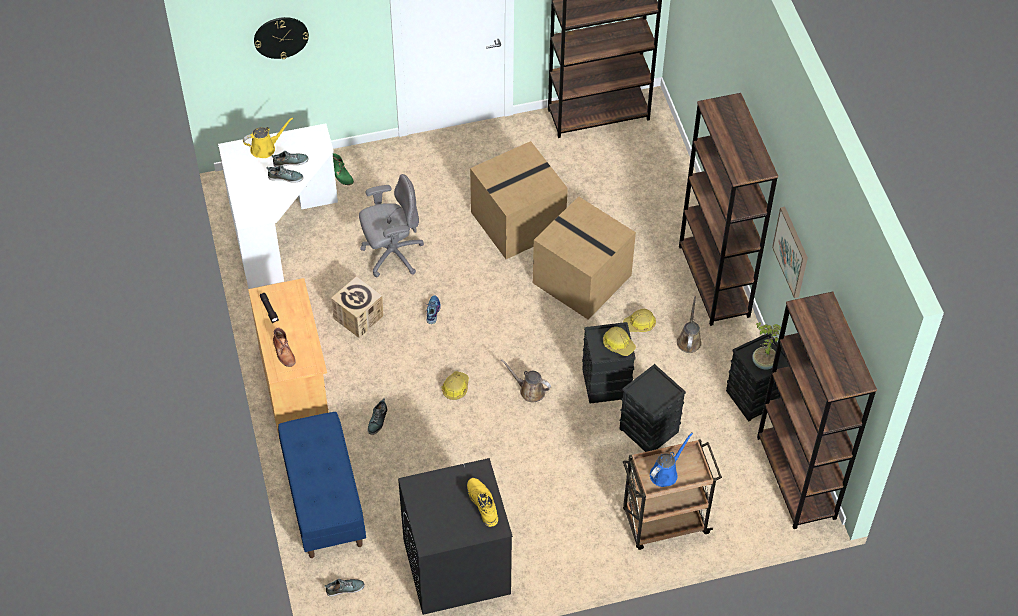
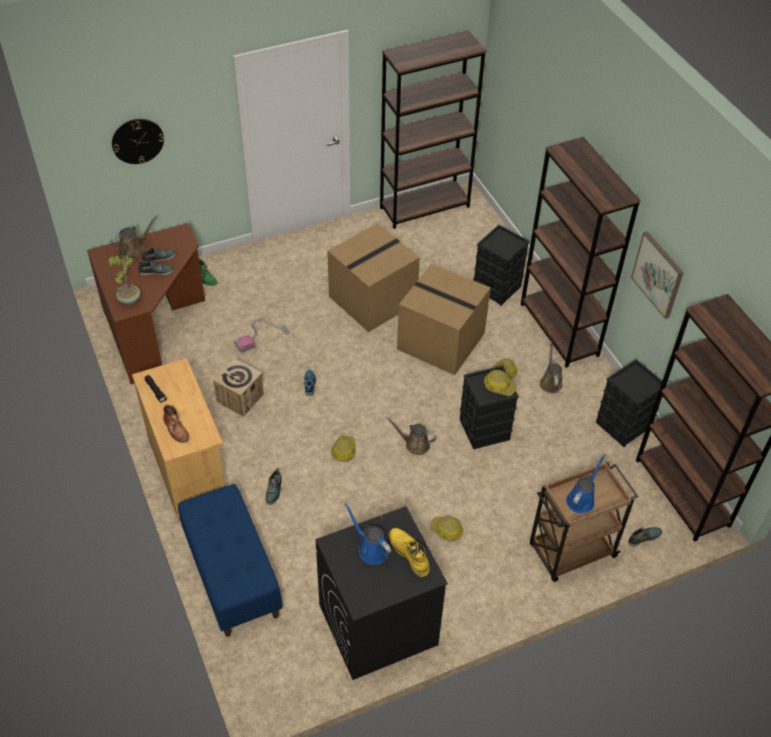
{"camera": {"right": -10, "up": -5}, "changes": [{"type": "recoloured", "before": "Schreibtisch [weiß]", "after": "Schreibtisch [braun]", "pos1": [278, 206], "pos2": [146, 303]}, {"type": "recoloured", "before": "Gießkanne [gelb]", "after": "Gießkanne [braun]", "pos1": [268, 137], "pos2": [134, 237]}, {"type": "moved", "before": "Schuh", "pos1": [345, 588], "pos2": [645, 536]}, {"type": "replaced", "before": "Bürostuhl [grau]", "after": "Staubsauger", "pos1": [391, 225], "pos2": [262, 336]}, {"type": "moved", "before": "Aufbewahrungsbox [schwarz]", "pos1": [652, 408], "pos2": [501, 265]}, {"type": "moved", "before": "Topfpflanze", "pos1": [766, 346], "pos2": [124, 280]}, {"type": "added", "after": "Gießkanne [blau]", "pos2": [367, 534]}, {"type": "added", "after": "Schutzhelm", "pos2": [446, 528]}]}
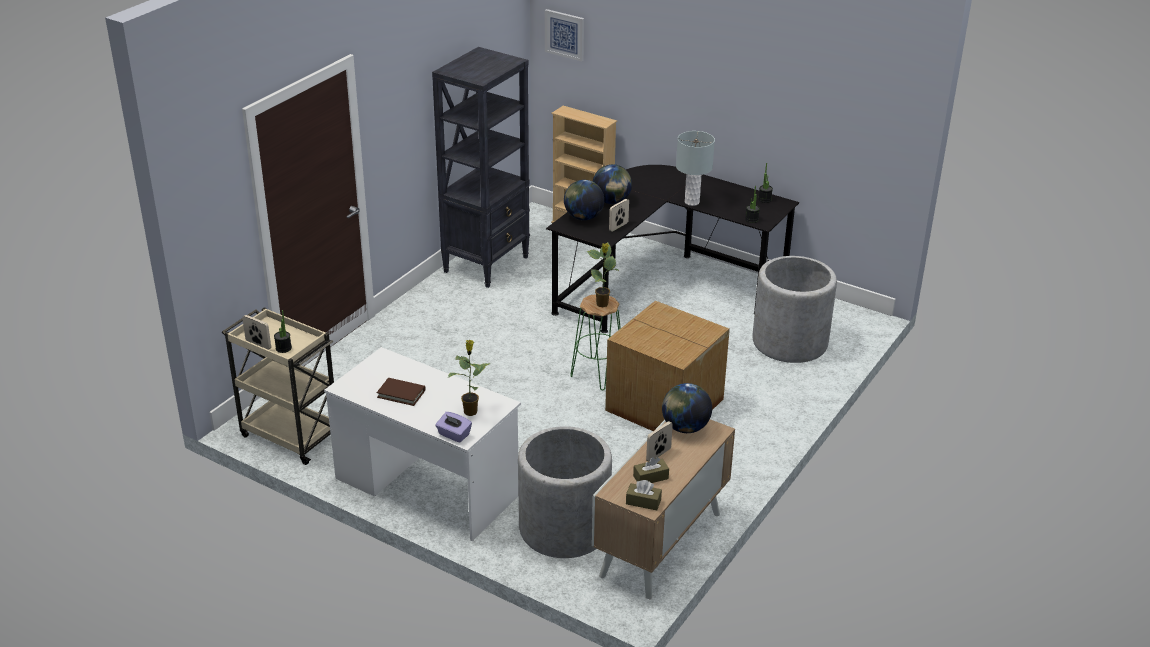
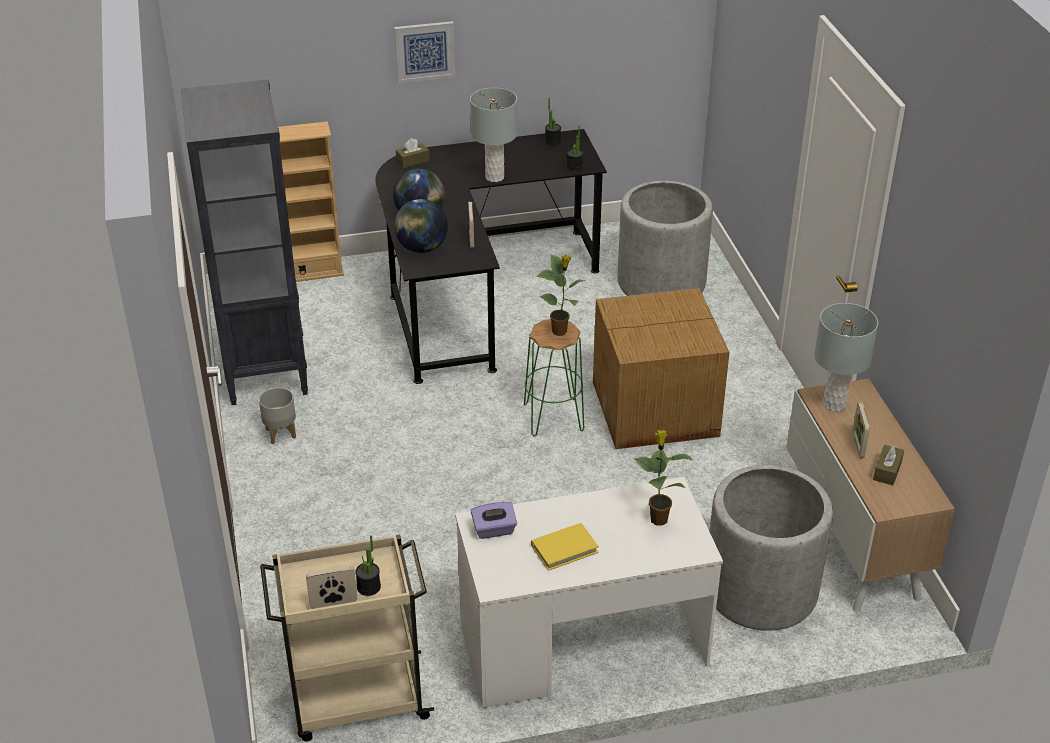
{"camera": {"right": -45, "up": 5}, "changes": [{"type": "recoloured", "before": "Buch [braun]", "after": "Buch [gelb]", "pos1": [401, 392], "pos2": [565, 547]}, {"type": "moved", "before": "Taschentuchbox [lila]", "pos1": [453, 427], "pos2": [494, 520]}, {"type": "moved", "before": "Bild", "pos1": [564, 35], "pos2": [424, 52]}, {"type": "moved", "before": "Taschentuchbox [braun]", "pos1": [644, 495], "pos2": [413, 153]}, {"type": "replaced", "before": "Globus", "after": "Tischlampe [grau]", "pos1": [687, 408], "pos2": [846, 357]}, {"type": "added", "after": "Pflanzkübel [grau]", "pos2": [277, 415]}]}
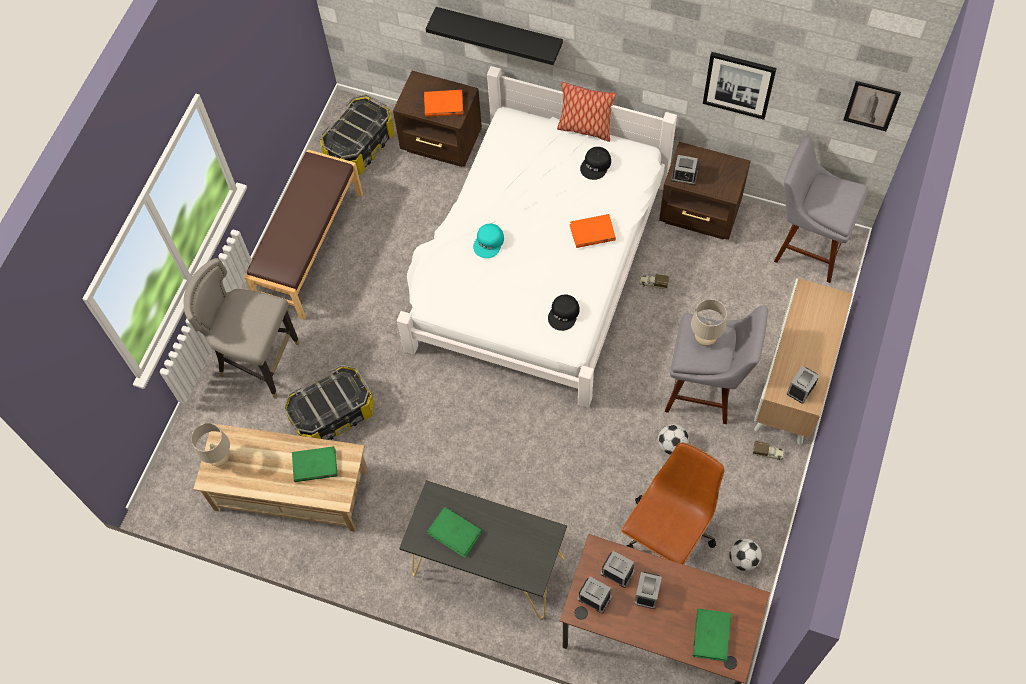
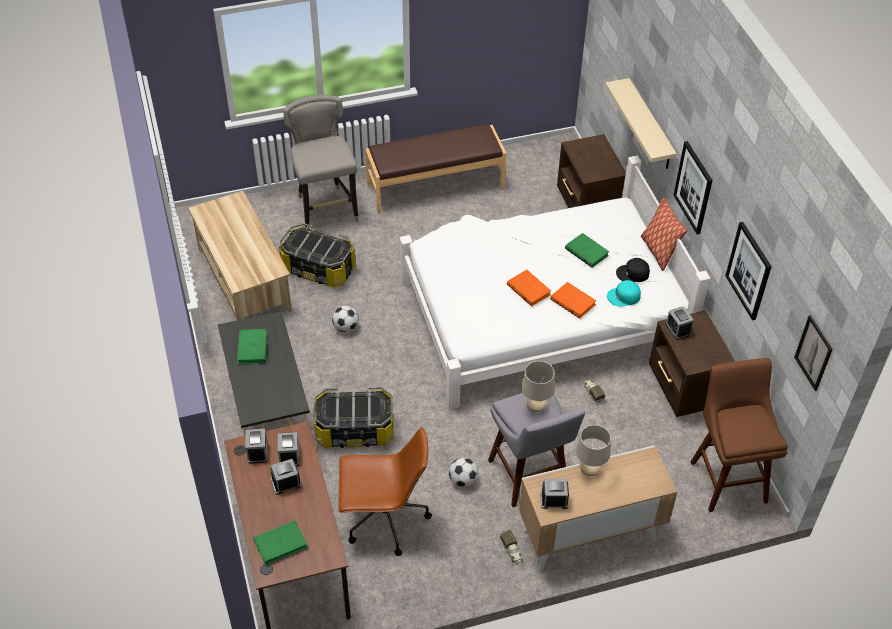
{"camera": {"right": 50, "up": -15}, "changes": [{"type": "moved", "before": "Tischlampe [beige]", "pos1": [210, 444], "pos2": [593, 450]}, {"type": "moved", "before": "Buch [grün]", "pos1": [315, 464], "pos2": [587, 250]}, {"type": "moved", "before": "Aufbewahrungsbox", "pos1": [357, 134], "pos2": [353, 417]}, {"type": "moved", "before": "Buch [orange]", "pos1": [443, 103], "pos2": [529, 288]}, {"type": "recoloured", "before": "Wandregal [schwarz]", "after": "Wandregal [beige]", "pos1": [494, 36], "pos2": [640, 123]}, {"type": "moved", "before": "Kappe [türkis]", "pos1": [488, 241], "pos2": [624, 293]}, {"type": "removed", "before": "Kappe [schwarz]", "pos1": [564, 312]}, {"type": "moved", "before": "Fußball", "pos1": [745, 555], "pos2": [345, 319]}, {"type": "recoloured", "before": "Hocker [grau]", "after": "Hocker [braun]", "pos1": [821, 209], "pos2": [739, 435]}, {"type": "added", "after": "Bild", "pos2": [693, 187]}]}
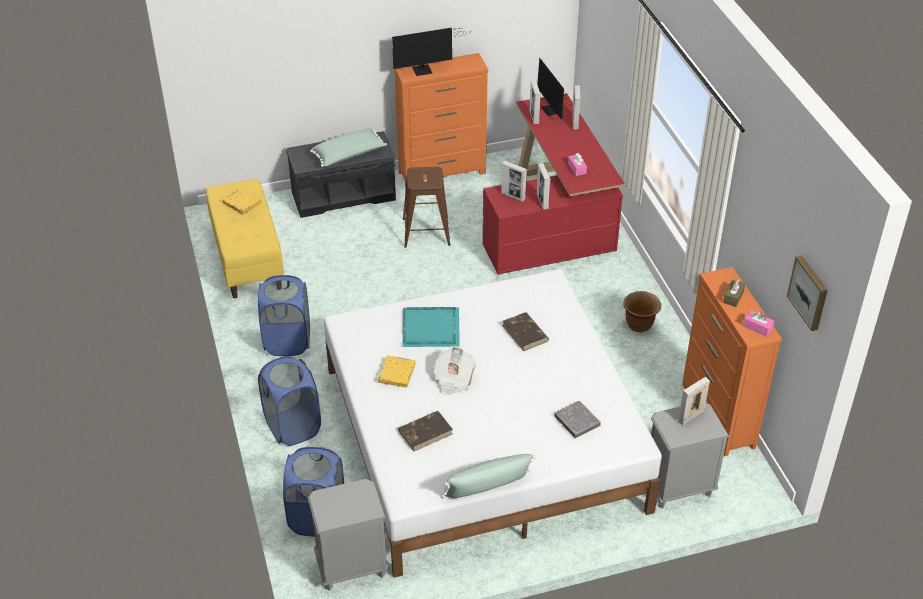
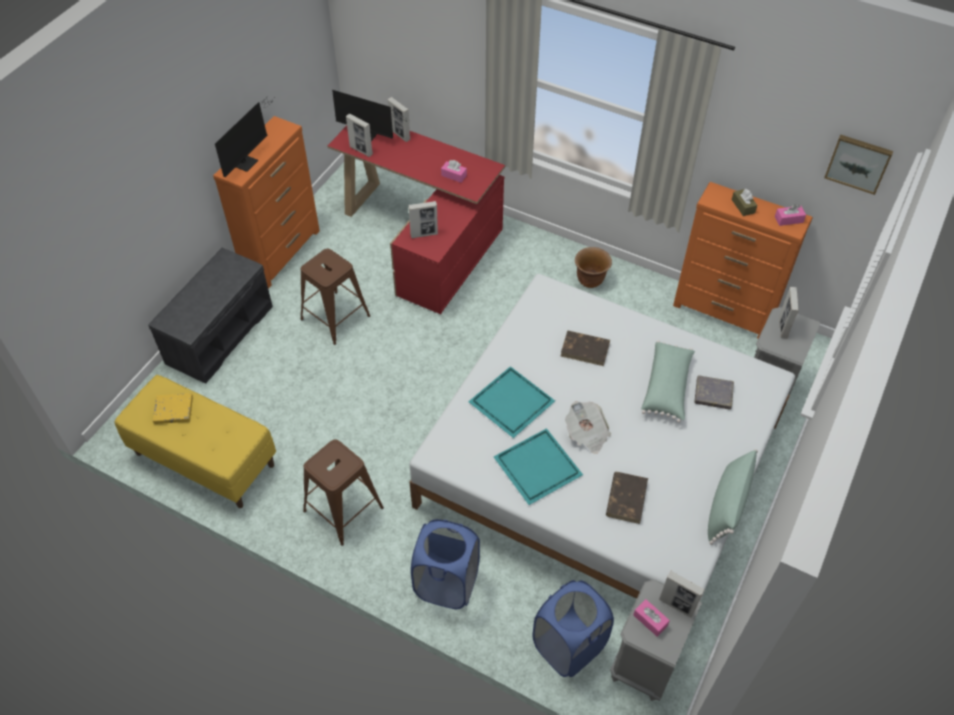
{"camera": {"right": -45, "up": 10}, "changes": [{"type": "replaced", "before": "Wäschekorb [blau]", "after": "Hocker [braun]", "pos1": [284, 315], "pos2": [343, 492]}, {"type": "moved", "before": "Kissen [grün]", "pos1": [348, 147], "pos2": [668, 381]}, {"type": "replaced", "before": "Buch [gelb]", "after": "Tablett [türkis]", "pos1": [397, 371], "pos2": [538, 466]}, {"type": "moved", "before": "Bilderrahmen", "pos1": [543, 186], "pos2": [682, 594]}, {"type": "added", "after": "Taschentuchbox [rosa]", "pos2": [651, 618]}]}
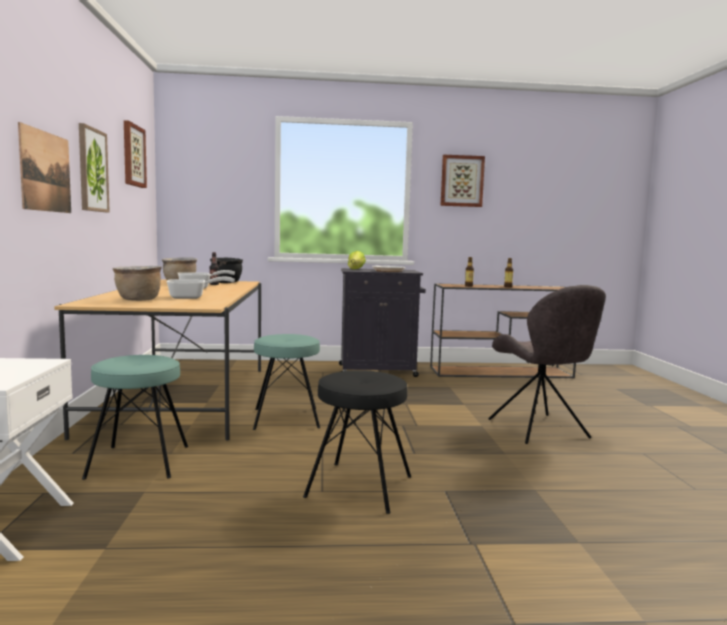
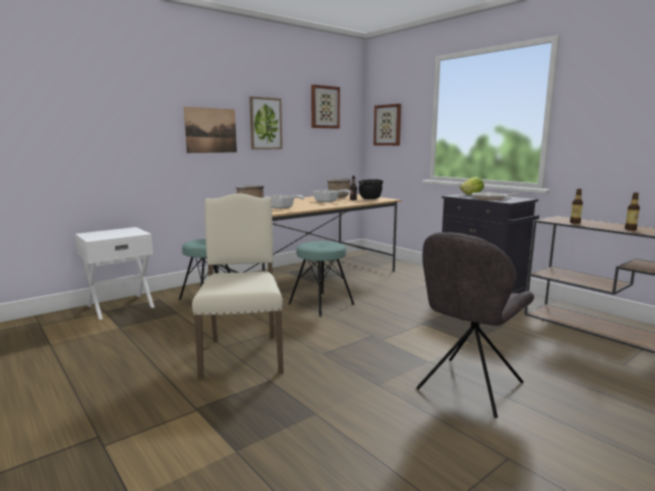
{"camera": {"right": 55, "up": 5}, "changes": [{"type": "replaced", "before": "Hocker [schwarz]", "after": "Stuhl [beige]", "pos1": [357, 442], "pos2": [237, 286]}, {"type": "moved", "before": "Bild", "pos1": [462, 181], "pos2": [387, 125]}]}
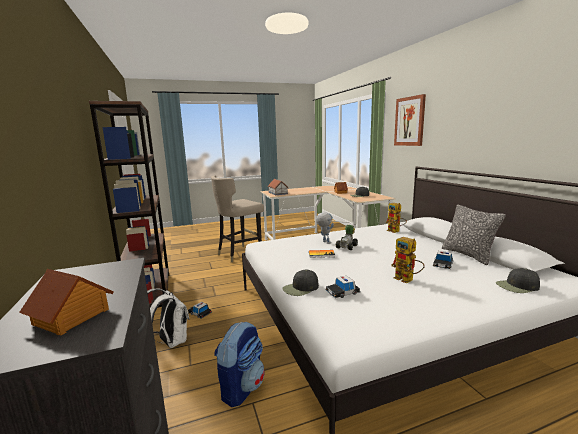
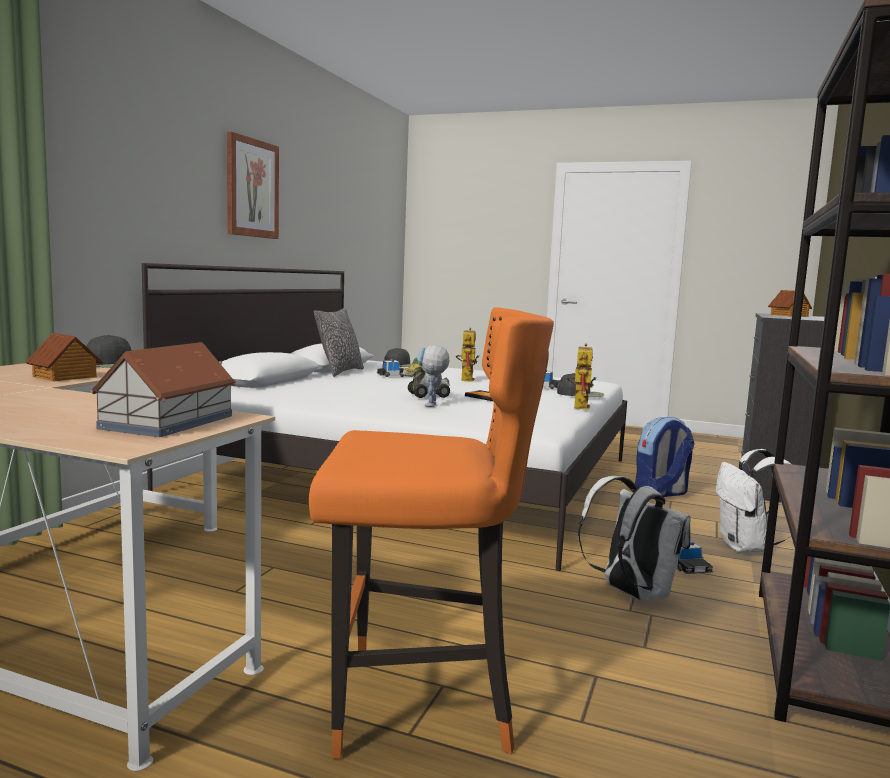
{"camera": {"right": -140, "up": -5}, "changes": [{"type": "recoloured", "before": "Hocker [beige]", "after": "Hocker [orange]", "pos1": [237, 219], "pos2": [431, 533]}, {"type": "moved", "before": "Spielzeugroboter", "pos1": [396, 218], "pos2": [581, 376]}, {"type": "moved", "before": "Bild", "pos1": [410, 120], "pos2": [253, 185]}, {"type": "added", "after": "Rucksack [weiß]", "pos2": [634, 538]}]}
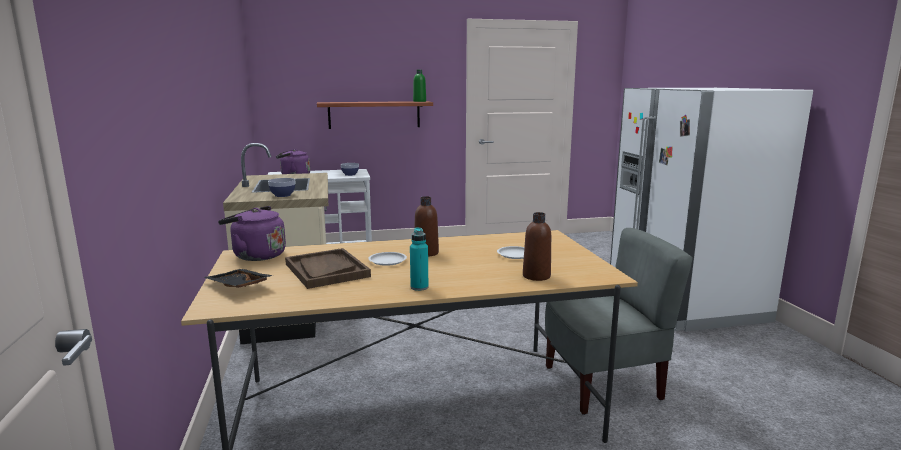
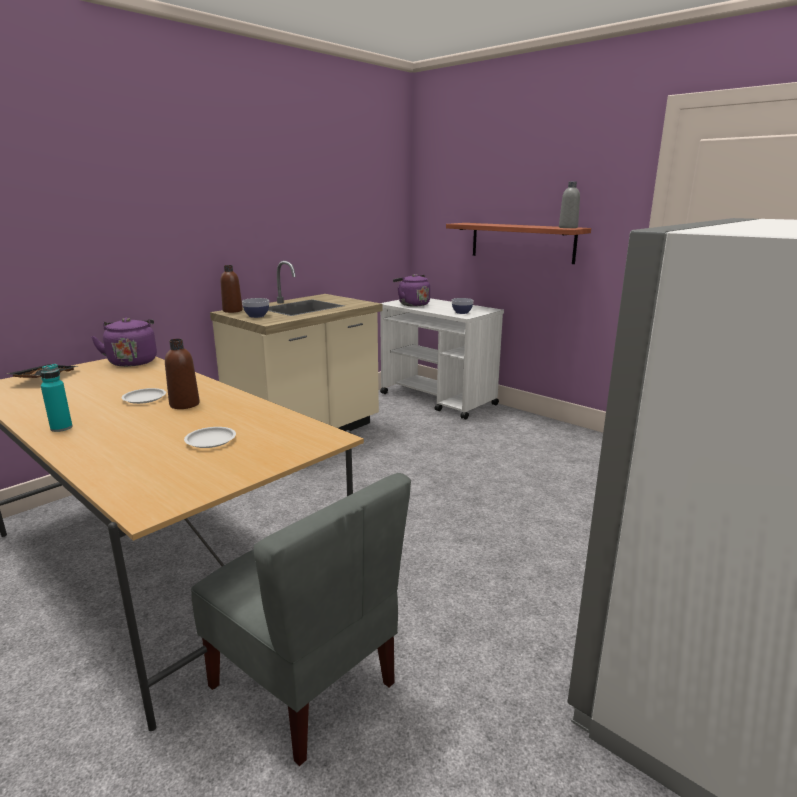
{"camera": {"right": 55, "up": 5}, "changes": [{"type": "removed", "before": "Tablett [braun]", "pos1": [328, 268]}, {"type": "recoloured", "before": "Flasche [grün]", "after": "Flasche [grau]", "pos1": [419, 86], "pos2": [569, 205]}, {"type": "moved", "before": "Flasche [braun]", "pos1": [537, 246], "pos2": [232, 289]}]}
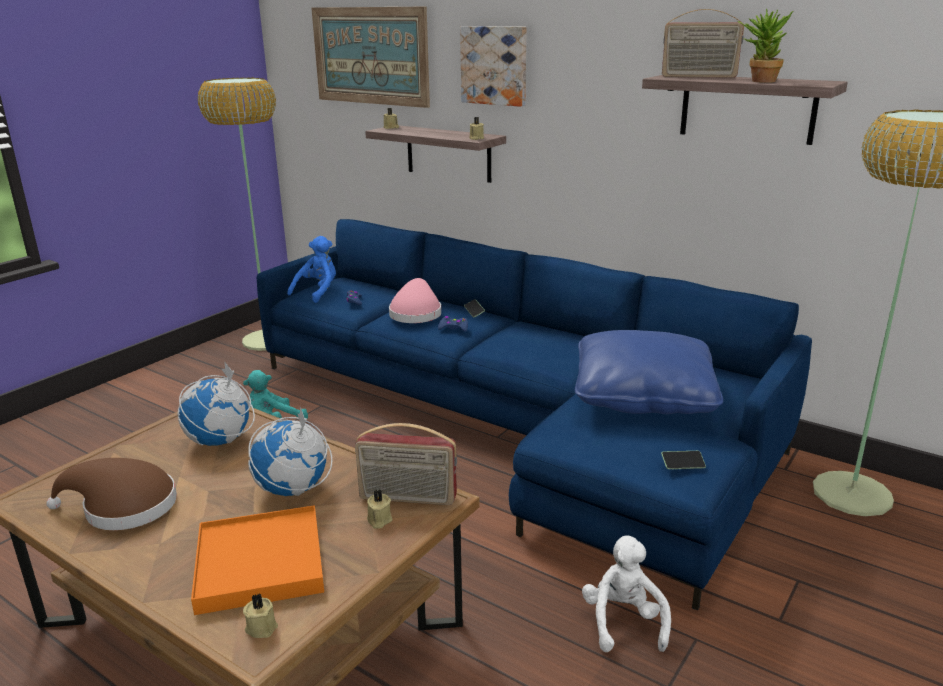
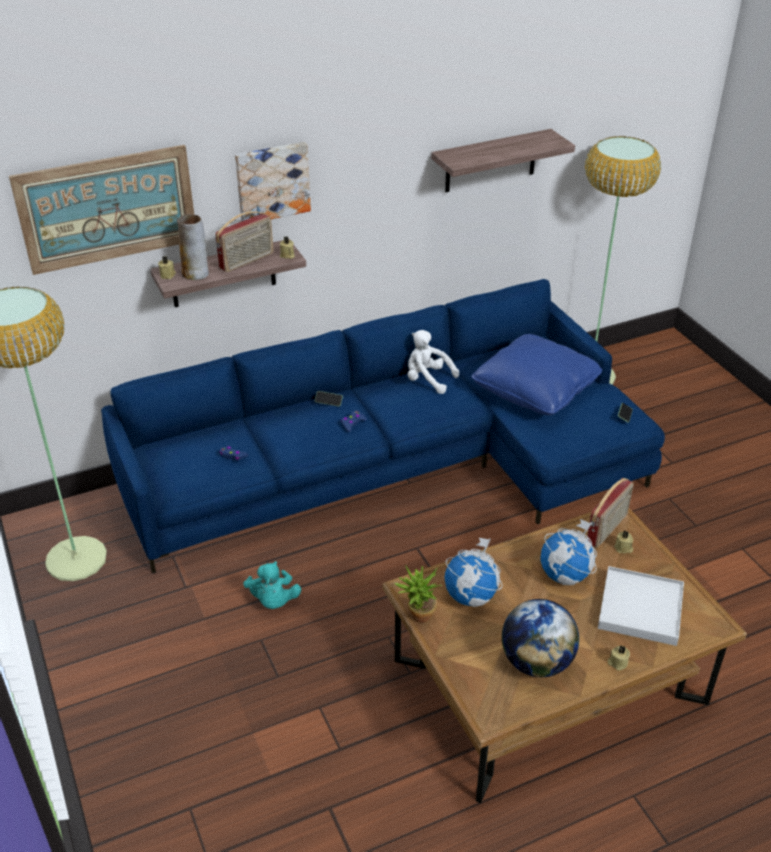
{"camera": {"right": -60, "up": 15}, "changes": [{"type": "replaced", "before": "Hut [braun]", "after": "Globus", "pos1": [111, 494], "pos2": [540, 638]}, {"type": "recoloured", "before": "Tablett [orange]", "after": "Tablett [weiß]", "pos1": [257, 560], "pos2": [641, 606]}, {"type": "moved", "before": "Kerze [beige]", "pos1": [260, 615], "pos2": [619, 657]}, {"type": "removed", "before": "Plüschtier [blau]", "pos1": [311, 269]}, {"type": "removed", "before": "Hut [rosa]", "pos1": [415, 300]}, {"type": "moved", "before": "Plüschtier [weiß]", "pos1": [626, 593], "pos2": [433, 362]}, {"type": "moved", "before": "Radio", "pos1": [703, 43], "pos2": [244, 241]}, {"type": "moved", "before": "Topfpflanze", "pos1": [765, 46], "pos2": [418, 594]}, {"type": "added", "after": "Vase", "pos2": [193, 247]}]}
